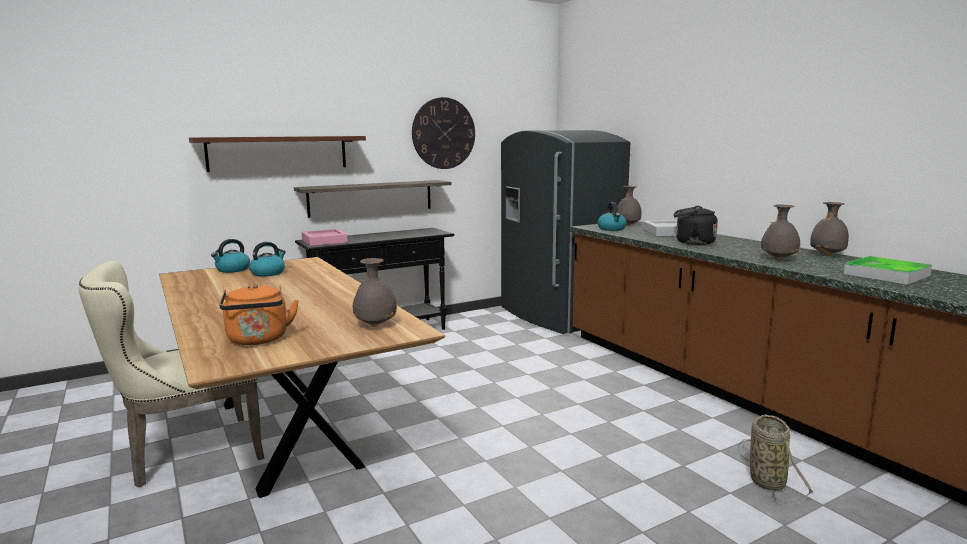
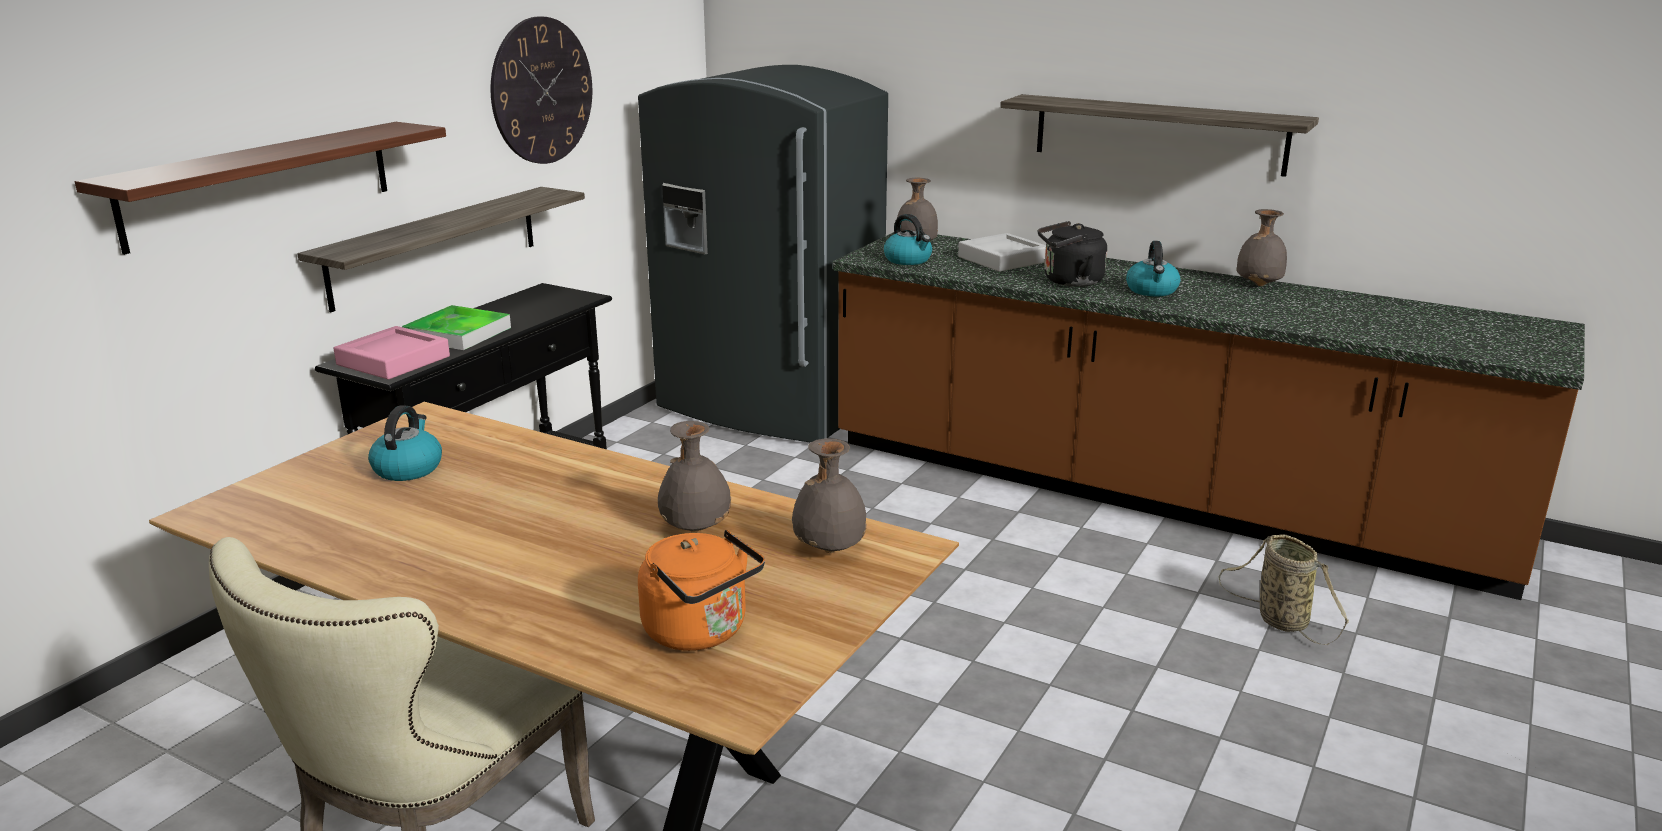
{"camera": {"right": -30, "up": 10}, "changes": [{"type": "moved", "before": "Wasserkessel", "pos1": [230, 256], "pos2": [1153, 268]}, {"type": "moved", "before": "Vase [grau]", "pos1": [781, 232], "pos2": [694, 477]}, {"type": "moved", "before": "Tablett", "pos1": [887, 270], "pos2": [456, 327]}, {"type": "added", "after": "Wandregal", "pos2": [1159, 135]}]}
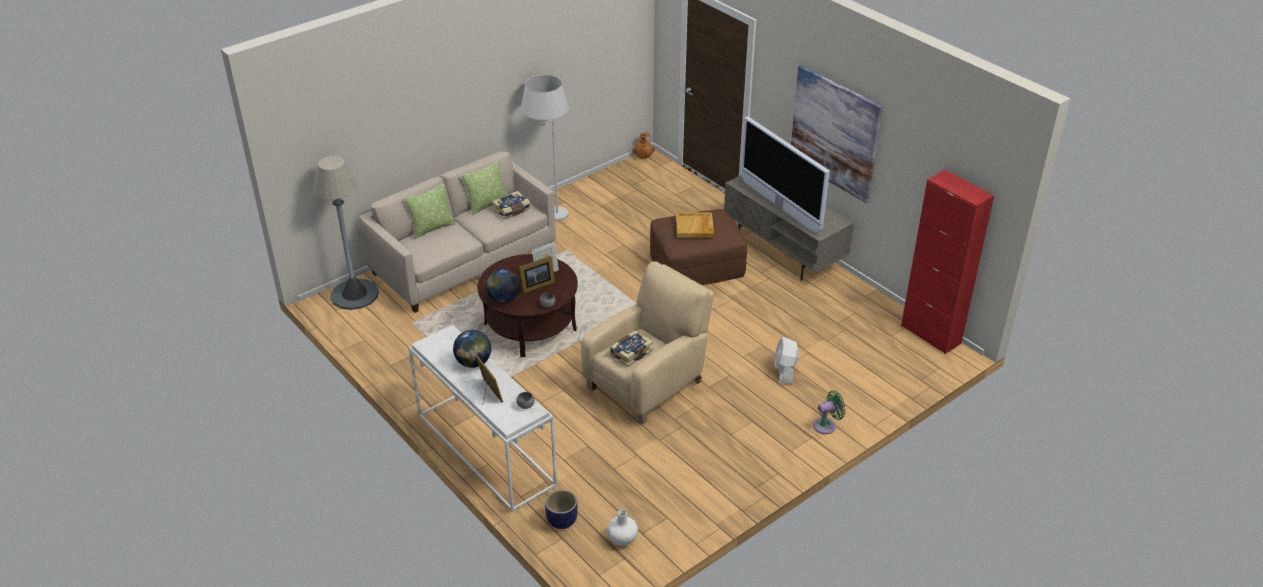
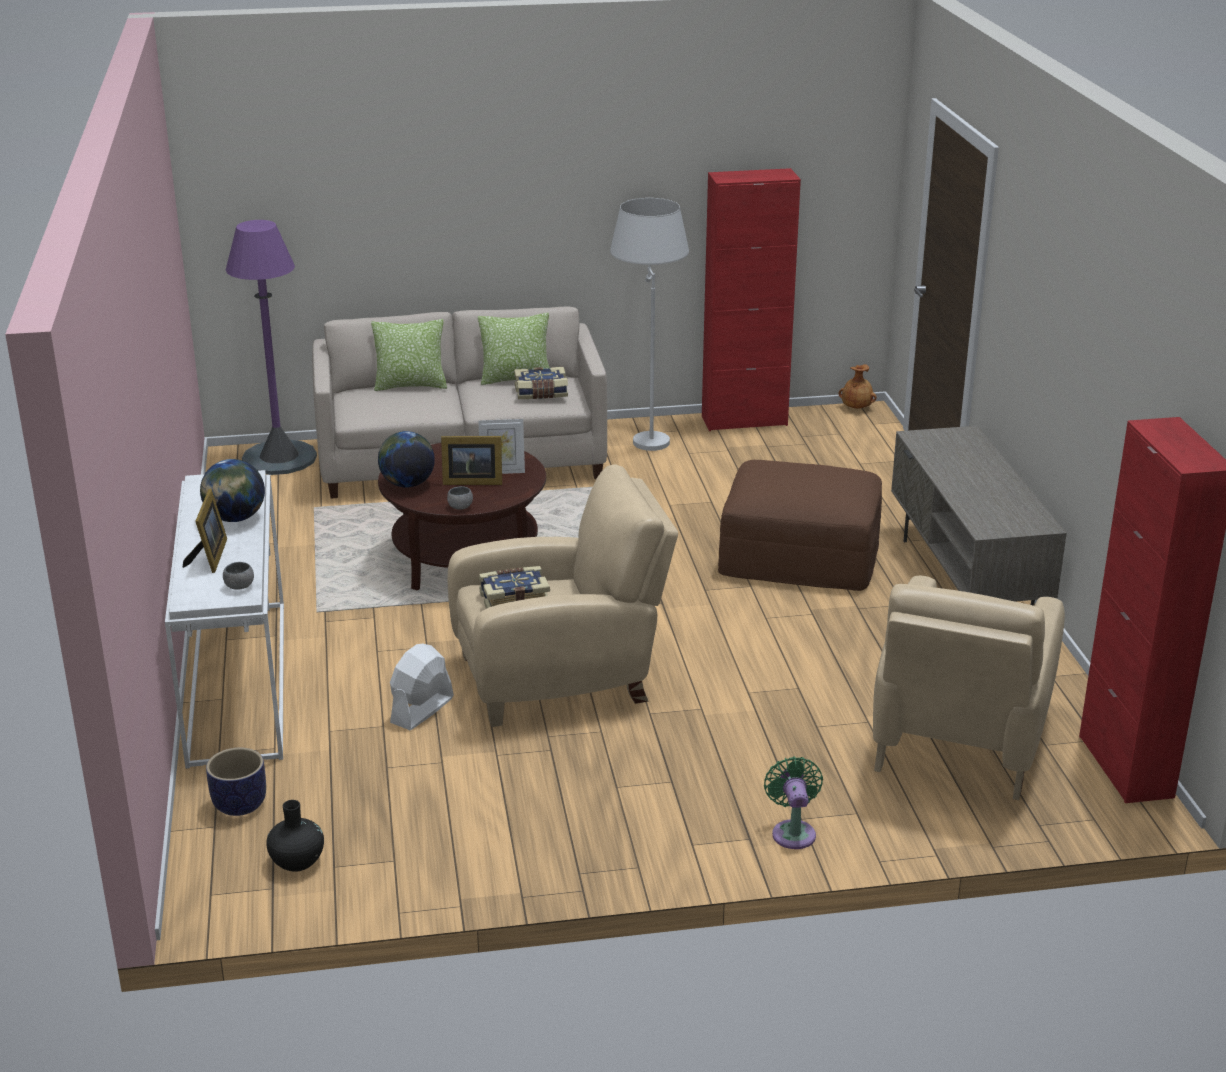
{"camera": {"right": 30, "up": -10}, "changes": [{"type": "recoloured", "before": "Stehlampe [grau]", "after": "Stehlampe [lila]", "pos1": [346, 233], "pos2": [271, 347]}, {"type": "recoloured", "before": "Vase [weiß]", "after": "Vase [schwarz]", "pos1": [622, 527], "pos2": [295, 836]}, {"type": "removed", "before": "Tablett [beige]", "pos1": [695, 225]}, {"type": "removed", "before": "Fernseher", "pos1": [785, 175]}, {"type": "moved", "before": "Ventilator [weiß]", "pos1": [787, 360], "pos2": [422, 687]}, {"type": "removed", "before": "Bild", "pos1": [837, 134]}, {"type": "turned", "before": "Ventilator [grün]", "pos1": [829, 412], "pos2": [793, 802], "turn": -105}, {"type": "added", "after": "Schrank [rot]", "pos2": [751, 299]}, {"type": "added", "after": "Sessel [beige]", "pos2": [969, 688]}]}
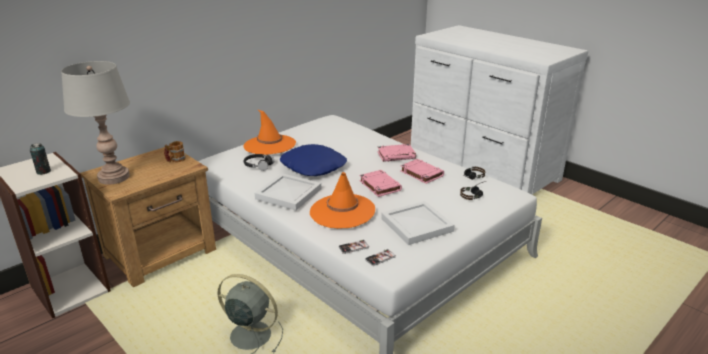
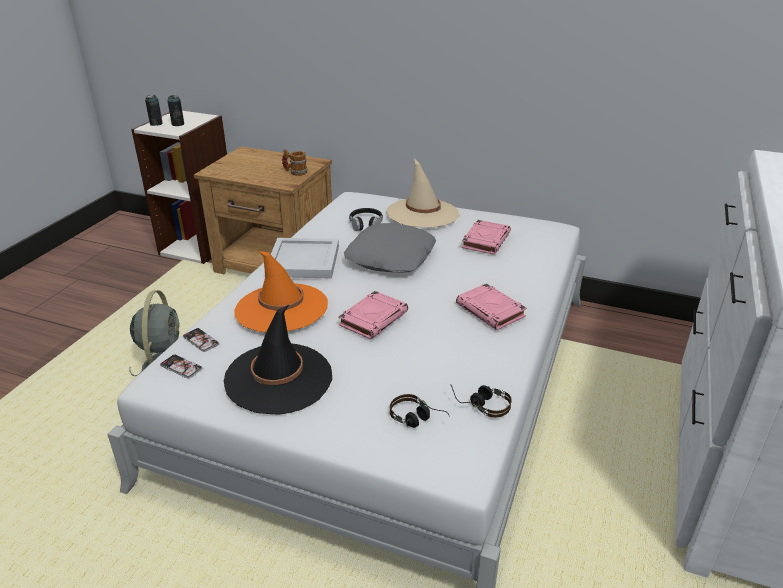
{"camera": {"right": 65, "up": 5}, "changes": [{"type": "removed", "before": "Tischlampe [grau]", "pos1": [95, 123]}, {"type": "recoloured", "before": "Hut [orange]", "after": "Hut [beige]", "pos1": [269, 132], "pos2": [422, 193]}, {"type": "recoloured", "before": "Kissen [blau]", "after": "Kissen [grau]", "pos1": [313, 160], "pos2": [390, 248]}, {"type": "replaced", "before": "Tablett [weiß]", "after": "Hut [schwarz]", "pos1": [418, 223], "pos2": [278, 360]}, {"type": "moved", "before": "Buch [rosa]", "pos1": [422, 171], "pos2": [486, 237]}, {"type": "added", "after": "Dose", "pos2": [154, 110]}]}
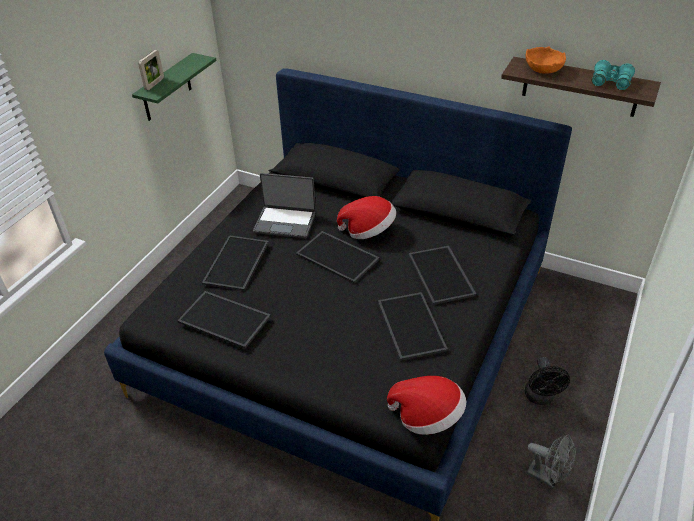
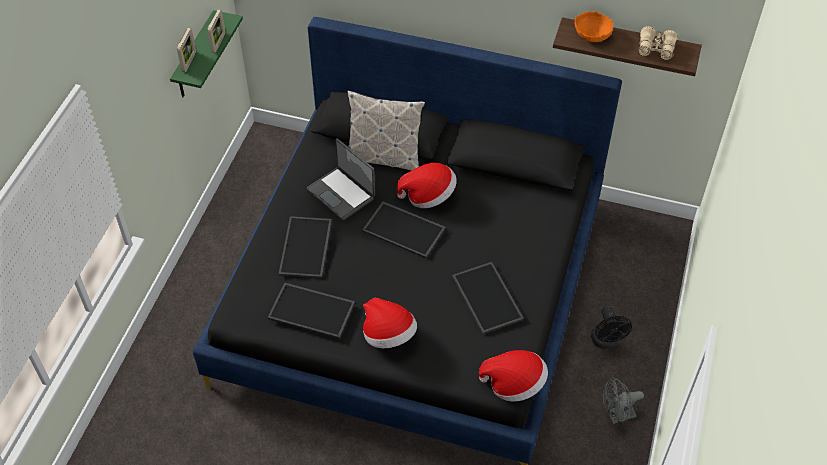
{"camera": {"right": -10, "up": 10}, "changes": [{"type": "turned", "before": "Laptop", "pos1": [284, 205], "pos2": [341, 179], "turn": 45}, {"type": "removed", "before": "Tablett", "pos1": [442, 275]}, {"type": "turned", "before": "Ventilator [grau]", "pos1": [551, 461], "pos2": [623, 401], "turn": 135}, {"type": "recoloured", "before": "Fernglas [türkis]", "after": "Fernglas [beige]", "pos1": [613, 75], "pos2": [658, 43]}, {"type": "added", "after": "Bilderrahmen", "pos2": [216, 31]}, {"type": "added", "after": "Kissen", "pos2": [386, 130]}, {"type": "added", "after": "Hut", "pos2": [390, 323]}]}
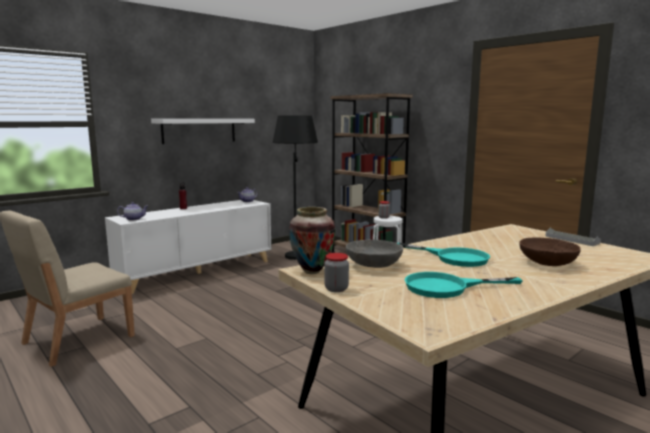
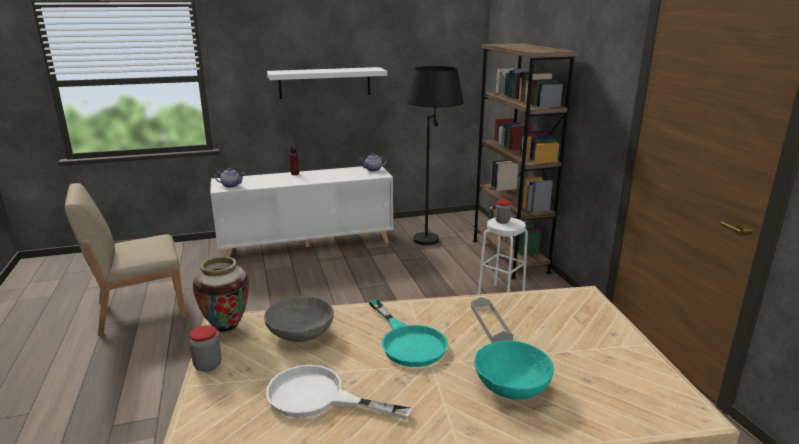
{"camera": {"right": 25, "up": 10}, "changes": [{"type": "recoloured", "before": "Pfanne [türkis]", "after": "Pfanne [weiß]", "pos1": [463, 285], "pos2": [339, 392]}, {"type": "recoloured", "before": "Schüssel [braun]", "after": "Schüssel [türkis]", "pos1": [550, 251], "pos2": [514, 369]}, {"type": "moved", "before": "Tablett [grau]", "pos1": [573, 237], "pos2": [492, 320]}]}
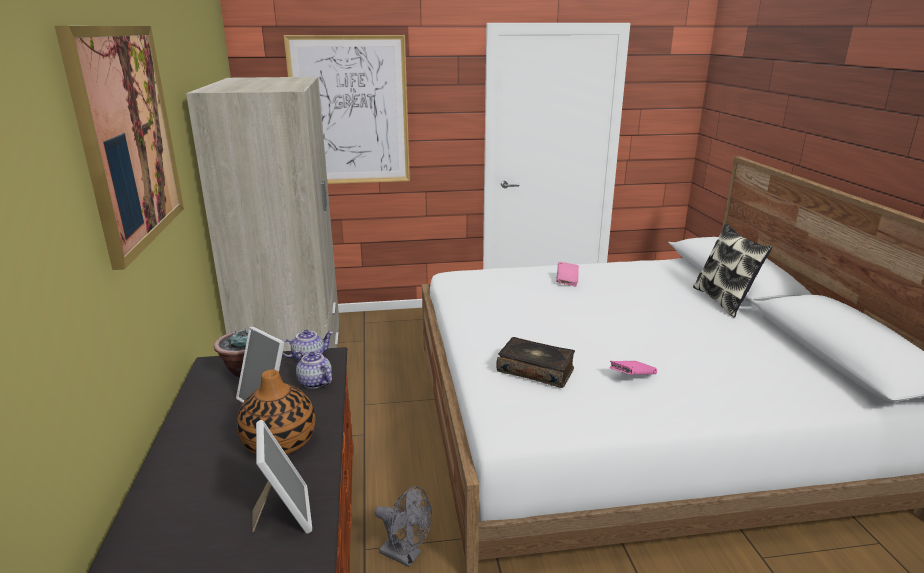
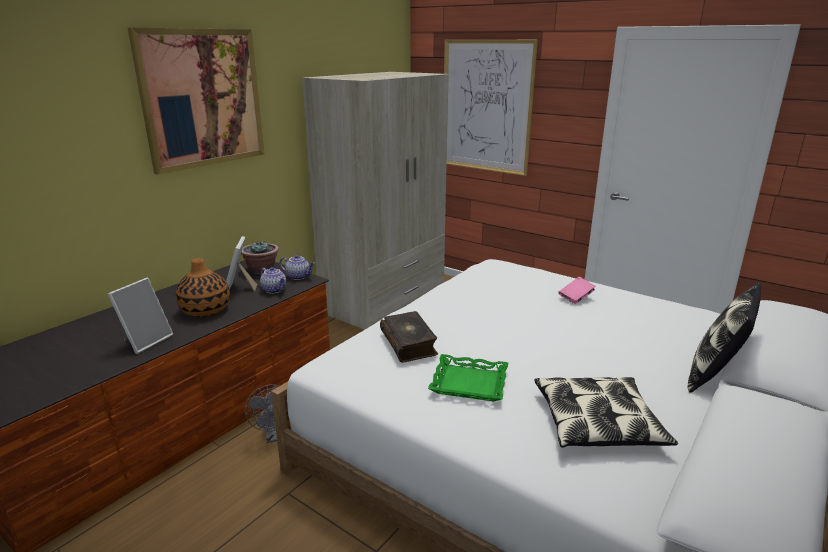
{"camera": {"right": 45, "up": 0}, "changes": [{"type": "turned", "before": "Teekanne", "pos1": [313, 369], "pos2": [273, 280], "turn": 135}, {"type": "replaced", "before": "Buch [rosa]", "after": "Tablett [grün]", "pos1": [633, 368], "pos2": [468, 378]}, {"type": "added", "after": "Kissen", "pos2": [606, 412]}]}
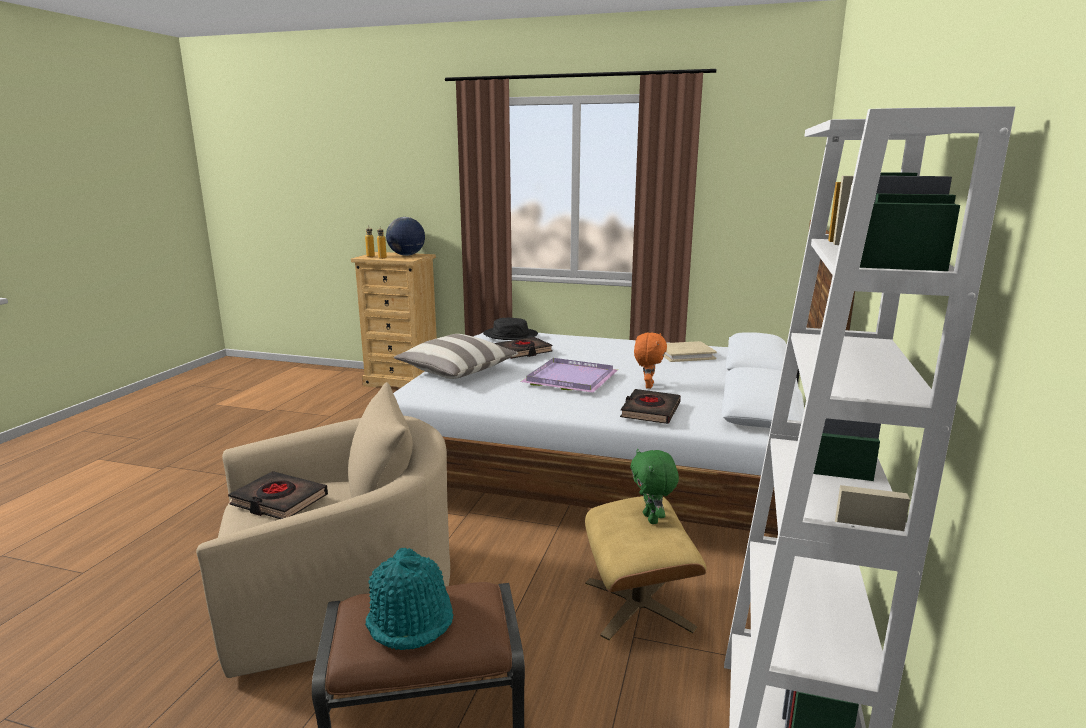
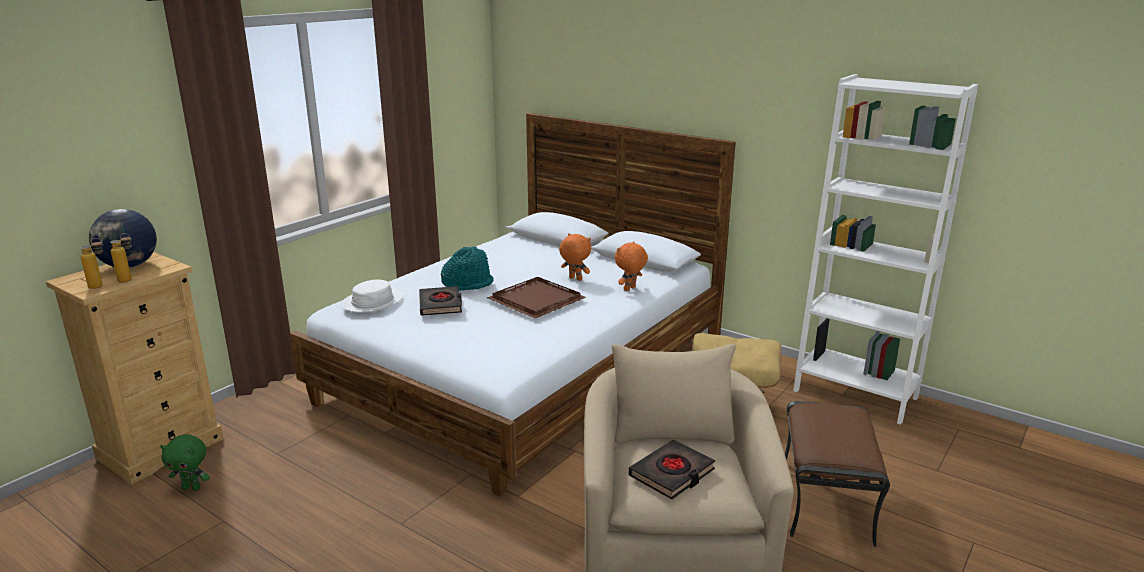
{"camera": {"right": -70, "up": 5}, "changes": [{"type": "moved", "before": "Hut [türkis]", "pos1": [409, 599], "pos2": [467, 268]}, {"type": "removed", "before": "Kissen", "pos1": [456, 356]}, {"type": "recoloured", "before": "Hut [schwarz]", "after": "Hut [weiß]", "pos1": [510, 329], "pos2": [372, 296]}, {"type": "recoloured", "before": "Tablett [lila]", "after": "Tablett [braun]", "pos1": [569, 375], "pos2": [536, 297]}, {"type": "replaced", "before": "Buch [schwarz]", "after": "Plüschtier [orange]", "pos1": [650, 406], "pos2": [631, 266]}, {"type": "moved", "before": "Plüschtier [grün]", "pos1": [654, 486], "pos2": [185, 462]}, {"type": "removed", "before": "Buch [beige]", "pos1": [690, 351]}]}
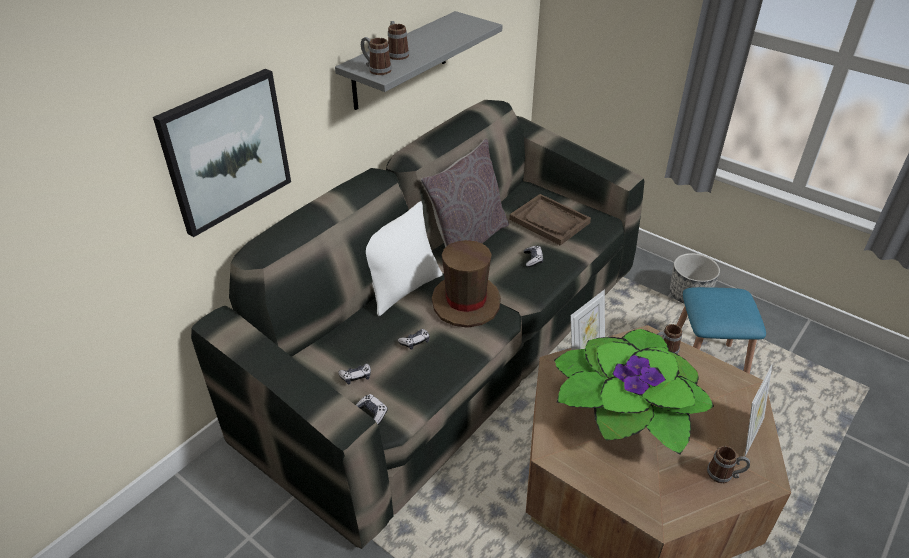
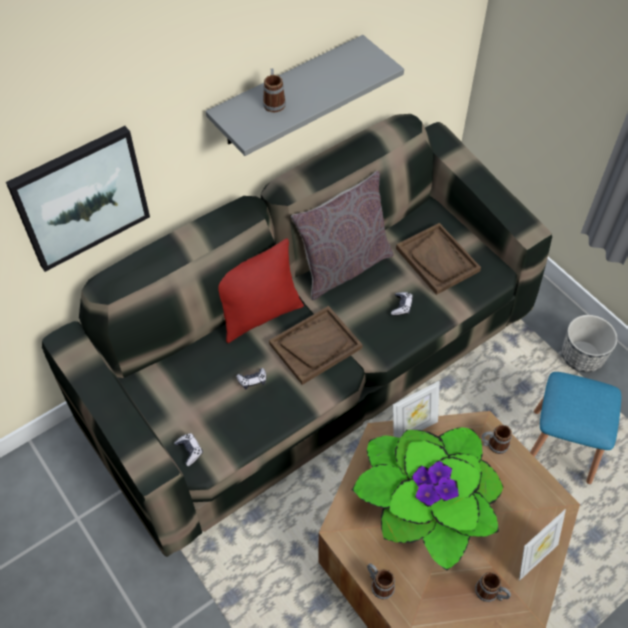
{"camera": {"right": 15, "up": 15}, "changes": [{"type": "removed", "before": "Gamepad", "pos1": [354, 374]}, {"type": "moved", "before": "Henkelbecher", "pos1": [376, 56], "pos2": [381, 581]}, {"type": "recoloured", "before": "Kissen [weiß]", "after": "Kissen [rot]", "pos1": [404, 258], "pos2": [261, 290]}, {"type": "replaced", "before": "Hut [braun]", "after": "Tablett [braun]", "pos1": [466, 284], "pos2": [316, 345]}]}
